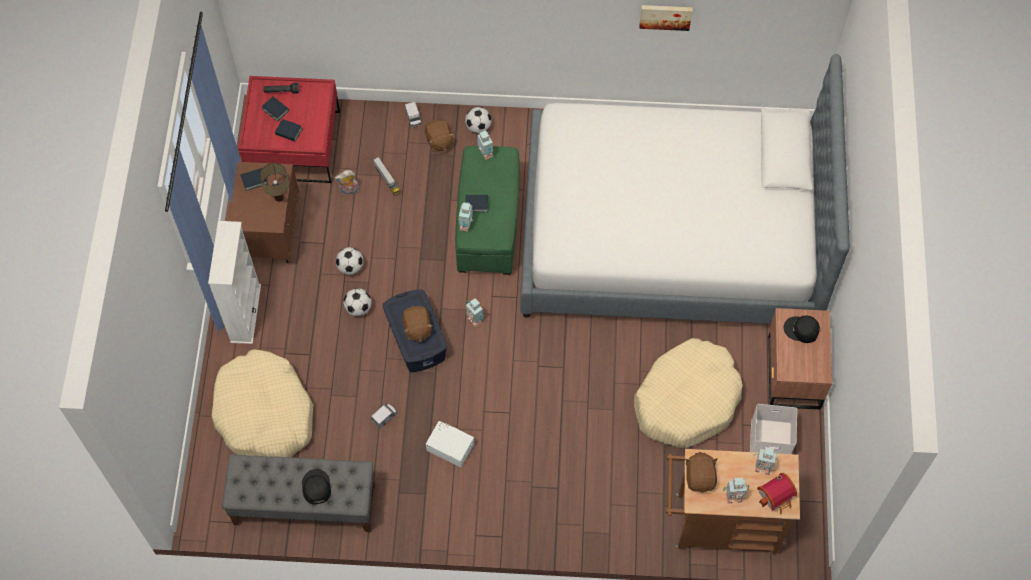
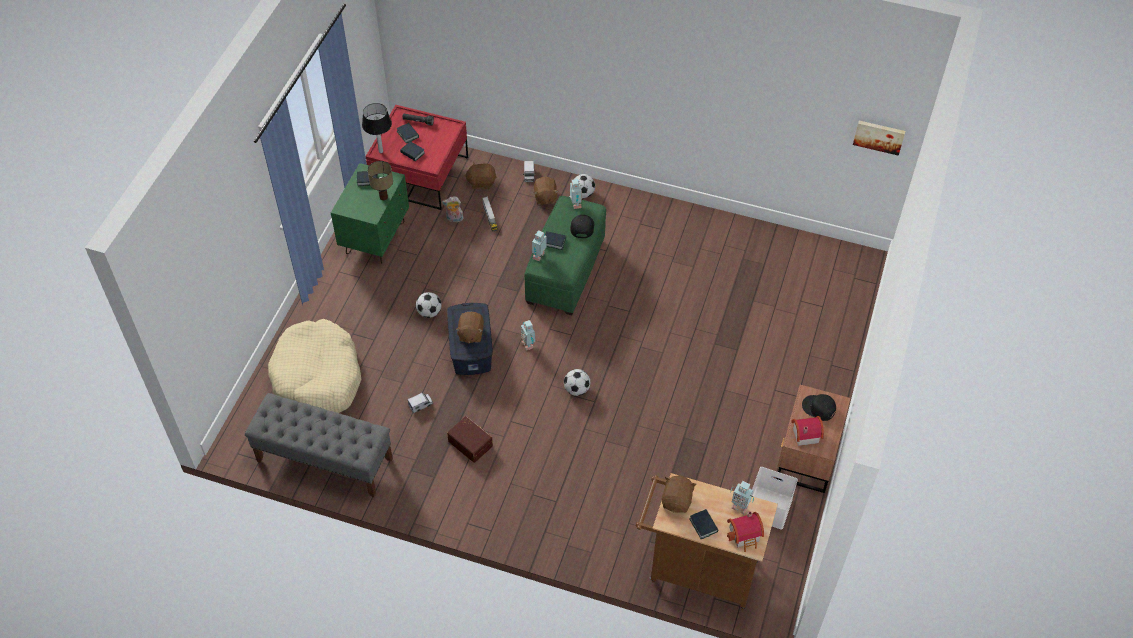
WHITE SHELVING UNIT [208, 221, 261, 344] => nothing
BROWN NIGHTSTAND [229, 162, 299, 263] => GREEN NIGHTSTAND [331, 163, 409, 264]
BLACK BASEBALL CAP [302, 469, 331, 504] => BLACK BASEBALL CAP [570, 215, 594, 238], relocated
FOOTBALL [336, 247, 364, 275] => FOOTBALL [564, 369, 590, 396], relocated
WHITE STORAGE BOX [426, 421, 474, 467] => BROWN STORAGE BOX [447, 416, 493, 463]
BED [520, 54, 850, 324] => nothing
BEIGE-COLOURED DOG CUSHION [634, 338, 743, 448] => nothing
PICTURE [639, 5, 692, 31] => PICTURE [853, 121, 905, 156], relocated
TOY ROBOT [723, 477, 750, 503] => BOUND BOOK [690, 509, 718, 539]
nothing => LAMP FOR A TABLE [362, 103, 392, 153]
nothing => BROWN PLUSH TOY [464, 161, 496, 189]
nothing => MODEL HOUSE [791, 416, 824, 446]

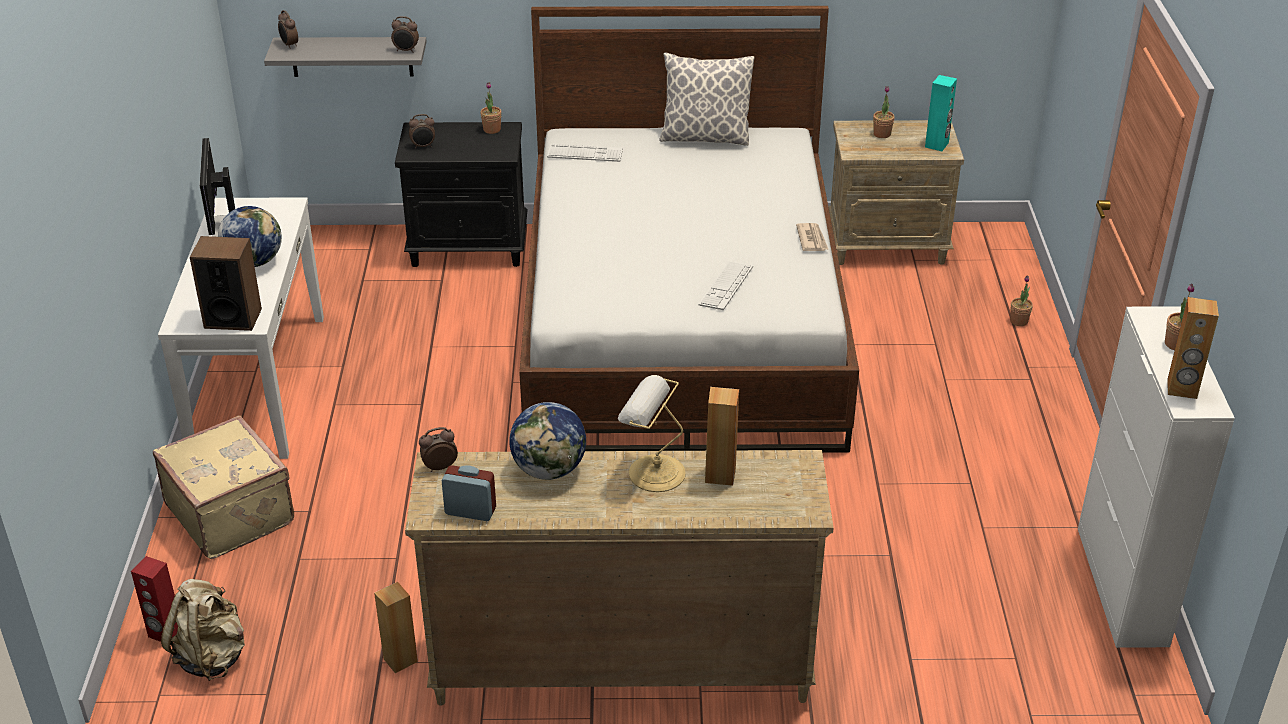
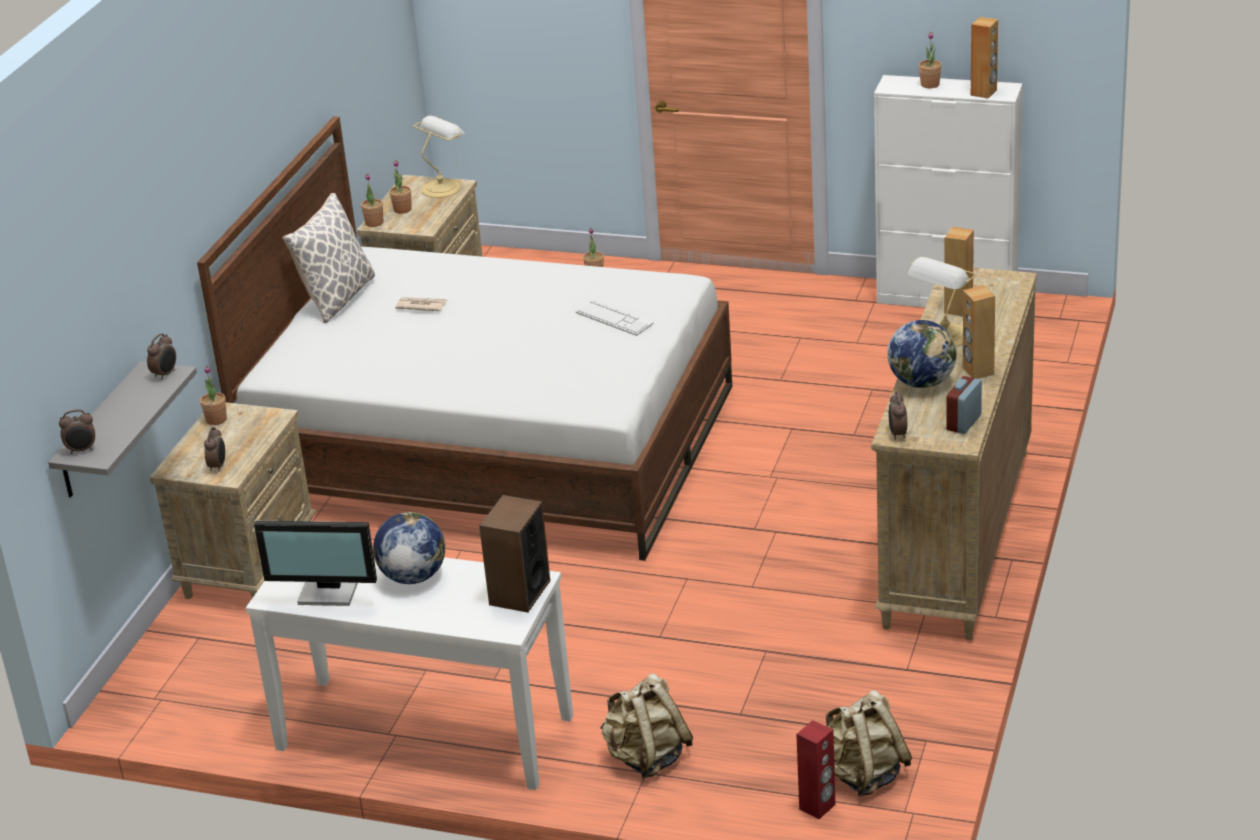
BEIGE-COLOURED SUITCASE [153, 415, 294, 559] => BEIGE-COLOURED RUCKSACK [600, 673, 693, 779]
BROWN AUDIO SPEAKER [374, 582, 418, 673] => BROWN AUDIO SPEAKER [963, 285, 995, 379], relocated
BLACK NIGHTSTAND [395, 122, 528, 267] => BEIGE-COLOURED NIGHTSTAND [150, 402, 317, 599]
KEYBOARD [547, 144, 623, 162] => nothing
DAILY PAPER [796, 223, 829, 251] => DAILY PAPER [395, 297, 447, 311], relocated
TURQUOISE AUDIO SPEAKER [925, 75, 957, 151] => LAMP FOR A TABLE [413, 116, 465, 198]
nothing => PLANT IN A POT [361, 174, 383, 227]

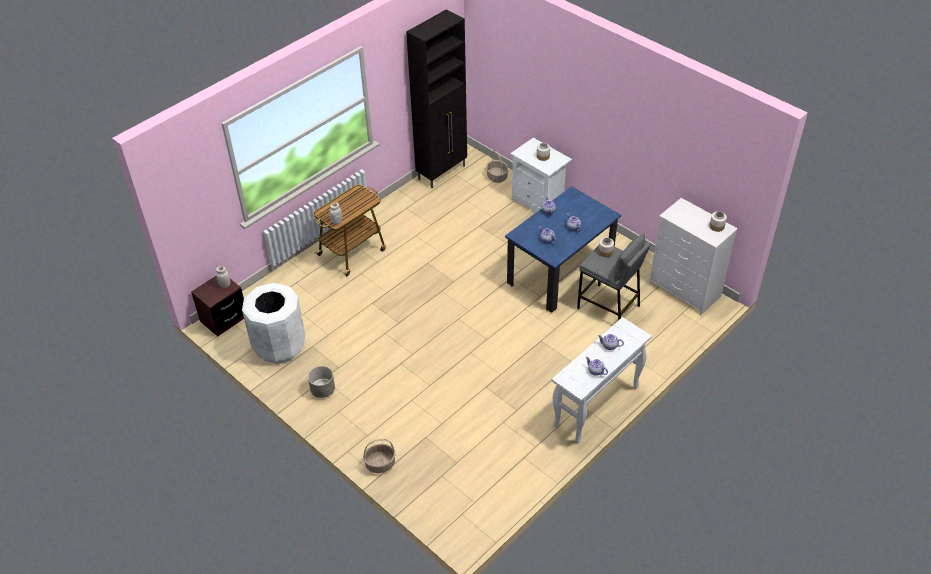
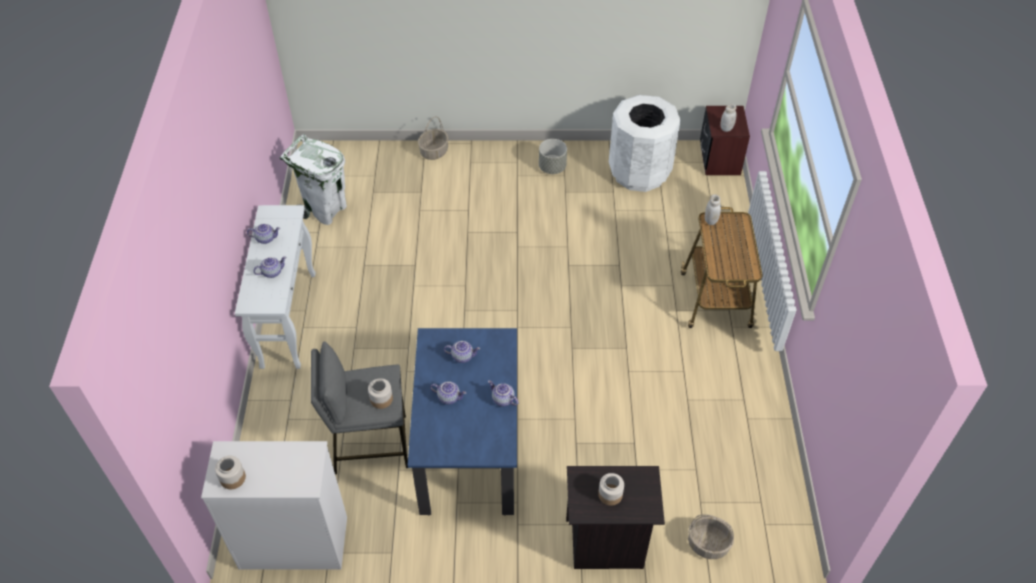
BLACK CUPBOARD [406, 9, 467, 188] => nothing
WHITE NIGHTSTAND [510, 138, 572, 212] => BLACK NIGHTSTAND [566, 466, 665, 569]
nothing => WHITE TRASH CAN [280, 134, 347, 225]

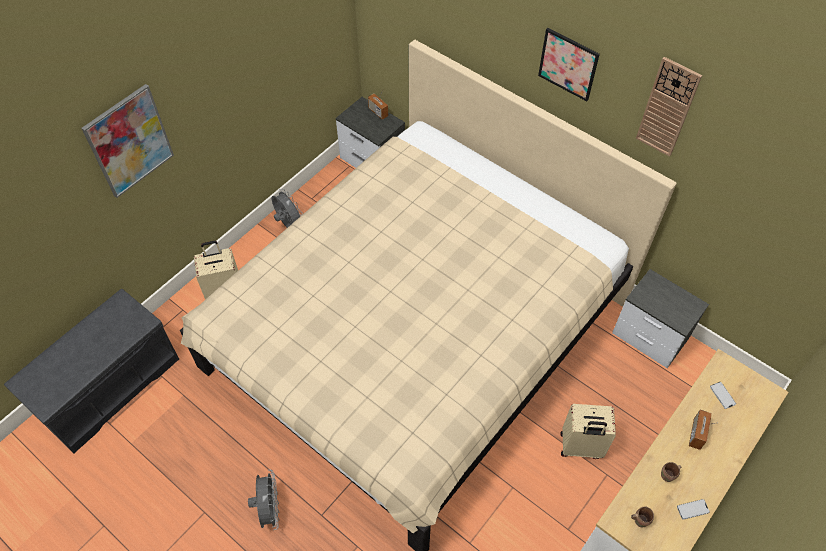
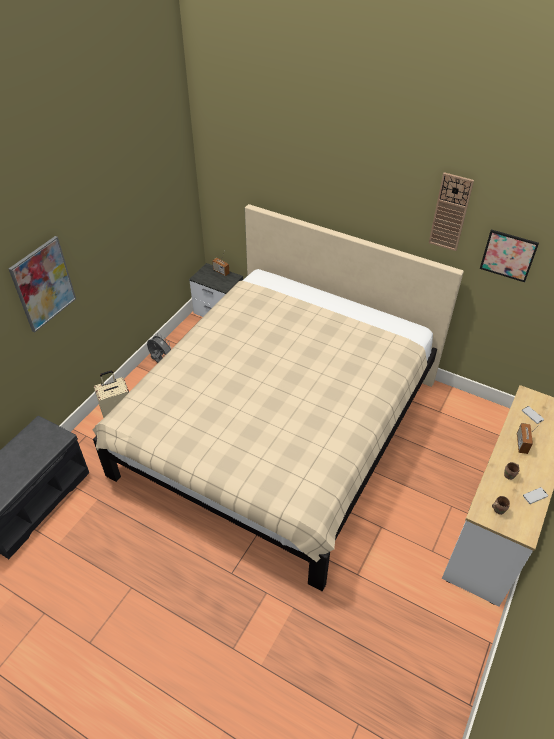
GREYISH COOLING FAN [248, 470, 279, 530] => nothing
PICTURE [538, 28, 600, 101] => PICTURE [480, 229, 539, 282], relocated
BEIGE-COLOURED SUITCASE [561, 404, 616, 459] => nothing
NIGHTSTAND [612, 269, 709, 368] => nothing

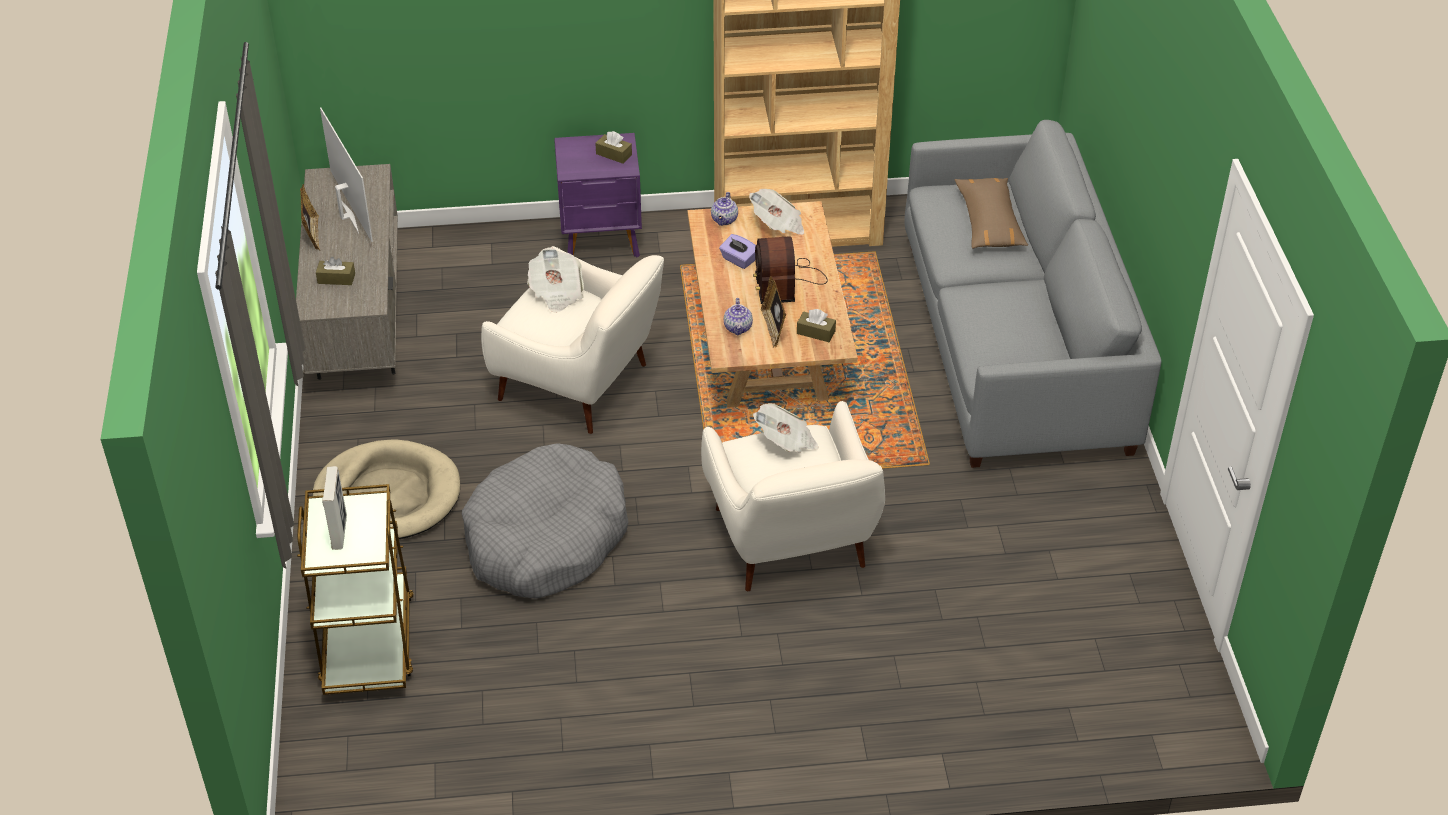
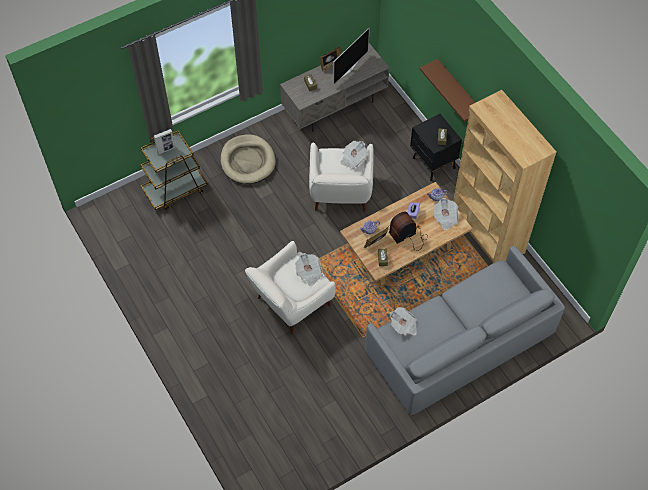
GREYISH DOG CUSHION [462, 443, 628, 599] => nothing
PURPLISH NIGHTSTAND [554, 133, 642, 257] => BLACK NIGHTSTAND [410, 114, 462, 181]
BROWN PILLOW [954, 178, 1028, 249] => nothing
nothing => DAILY PAPER [390, 307, 417, 336]
nothing => BROWN WALL SHELF [420, 59, 475, 122]

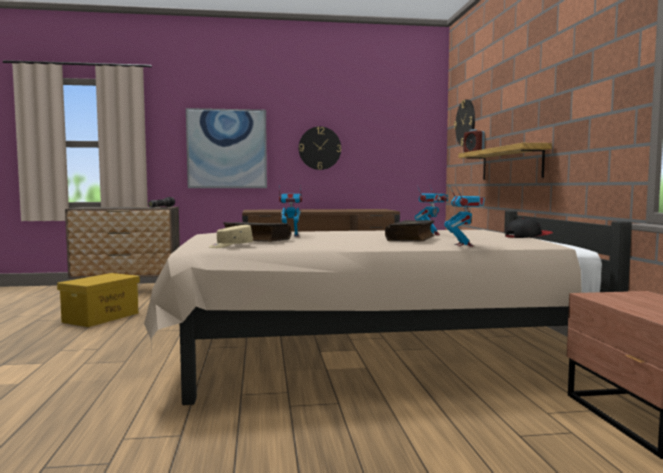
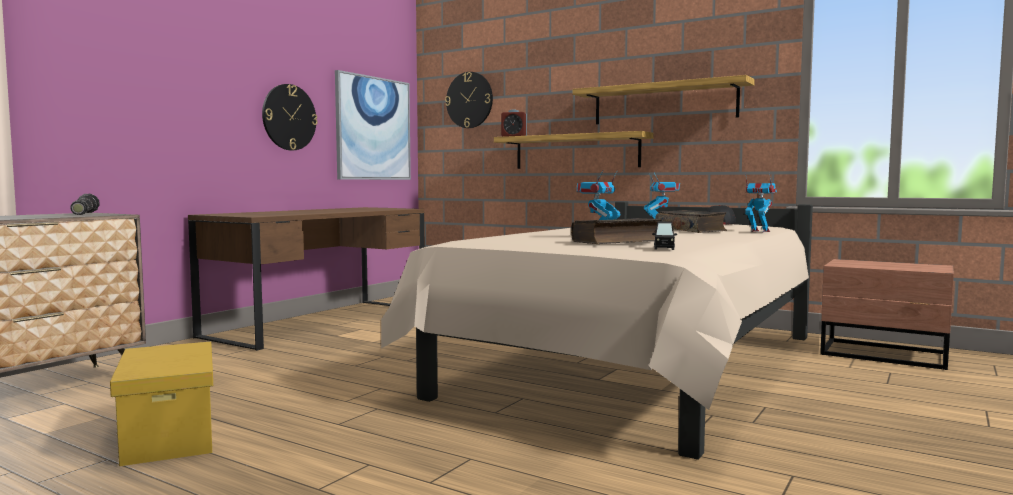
PICTURE [186, 108, 267, 188] => PICTURE [335, 70, 411, 180], relocated
BEIGE-COLOURED BASEBALL CAP [209, 225, 253, 248] => BLACK MODEL CAR [652, 221, 677, 250]
nothing => WALL SHELF [573, 75, 755, 124]

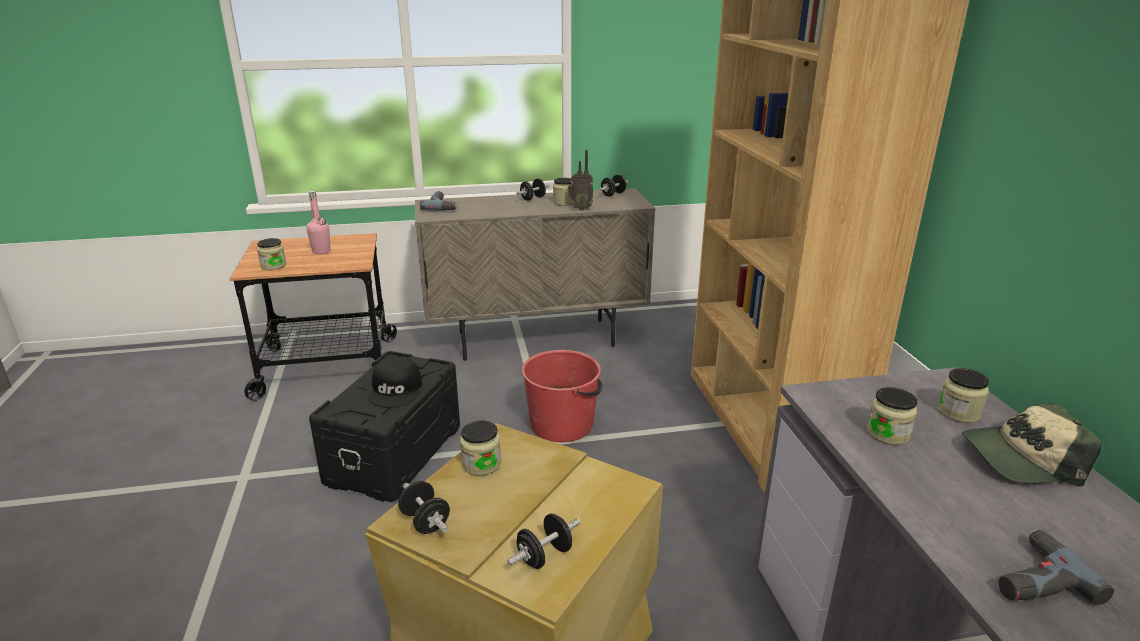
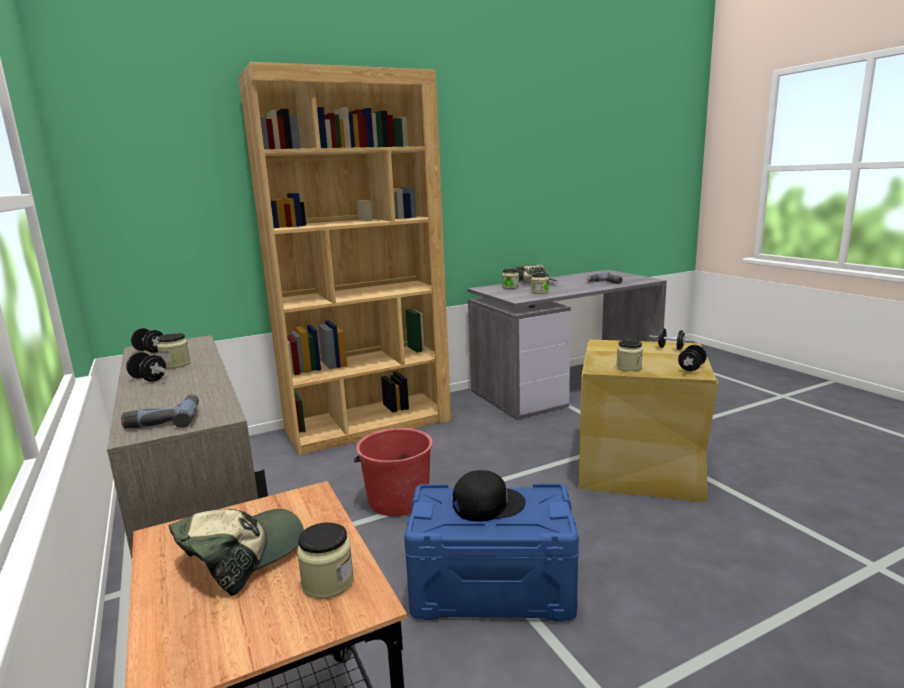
PINK-COLOURED BOTTLE [307, 191, 331, 254] => BASEBALL CAP [168, 509, 304, 596]
BLACK STORAGE BOX [309, 351, 460, 502] => BLUISH STORAGE BOX [404, 484, 579, 622]
RADIO SET [568, 150, 593, 211] => nothing

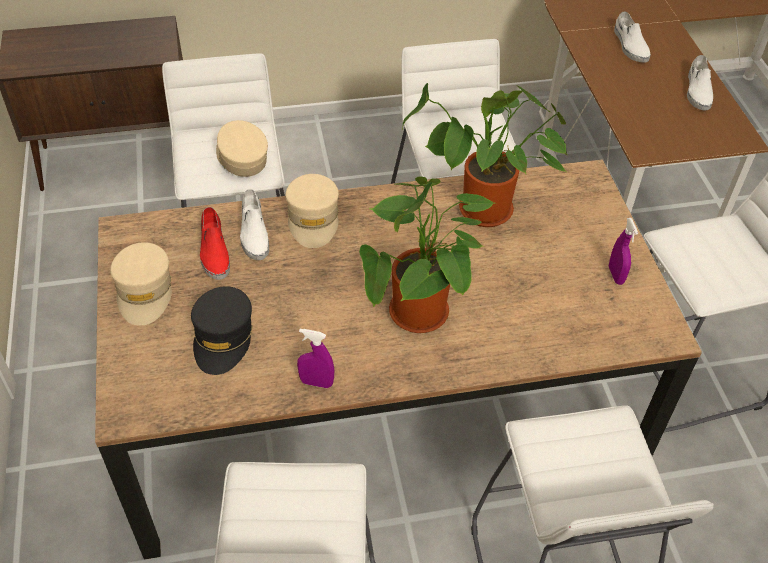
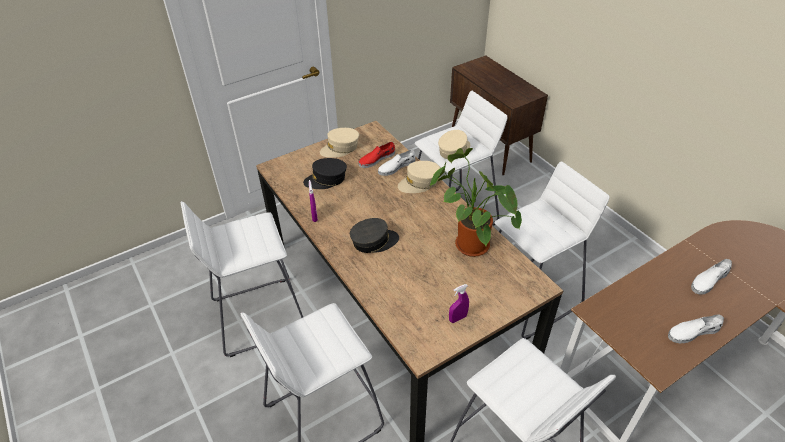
PLANT IN A POT [359, 177, 495, 333] => GREYISH BASEBALL CAP [350, 218, 399, 253]

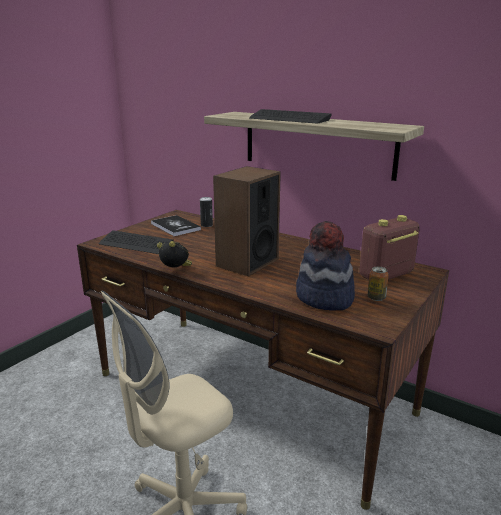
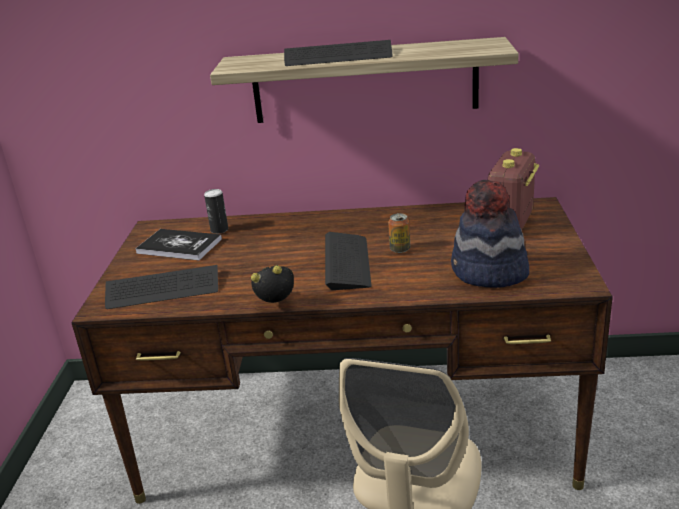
AUDIO SPEAKER [213, 166, 281, 276] => KEYBOARD [325, 232, 372, 290]
CAN [368, 267, 389, 301] => CAN [388, 213, 410, 253], relocated

